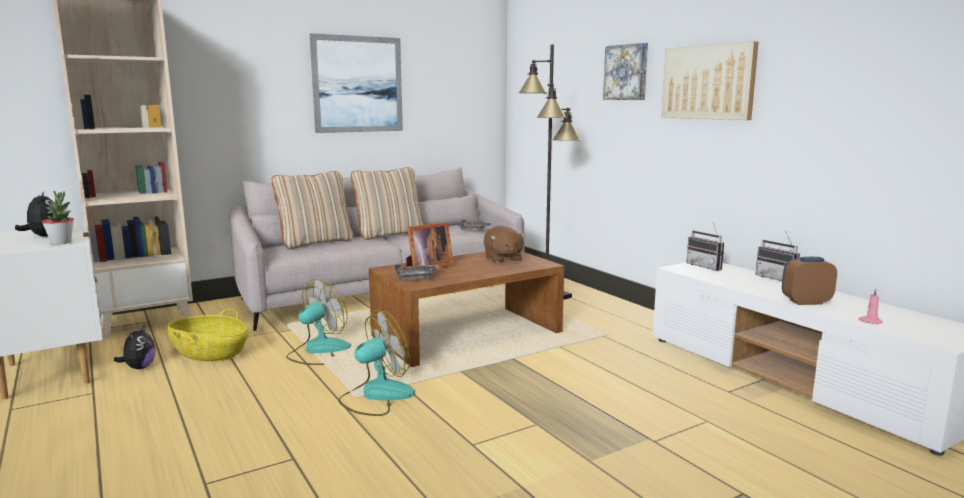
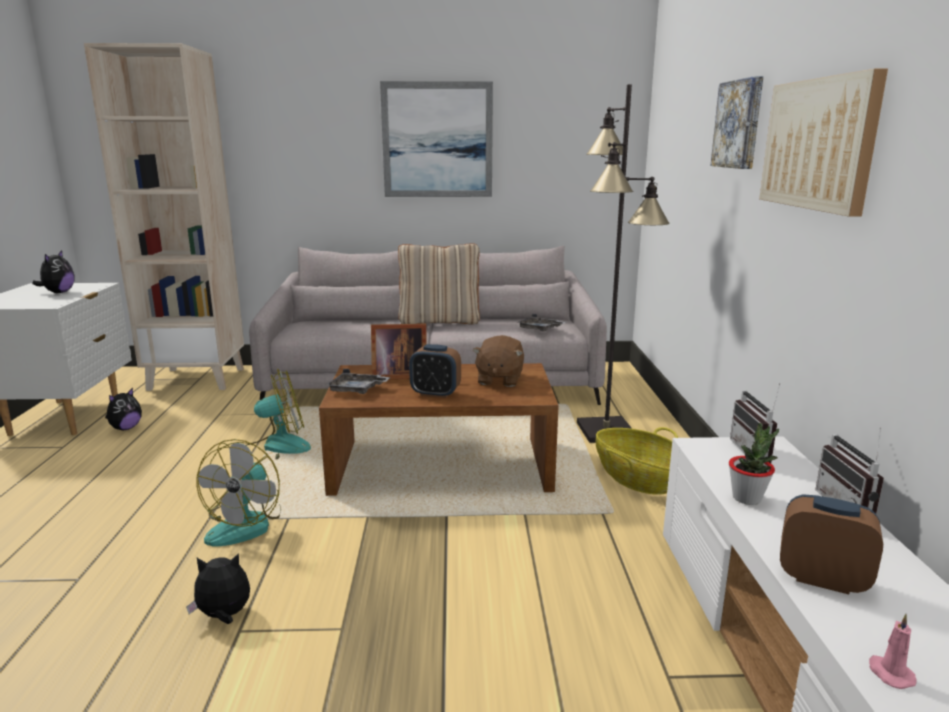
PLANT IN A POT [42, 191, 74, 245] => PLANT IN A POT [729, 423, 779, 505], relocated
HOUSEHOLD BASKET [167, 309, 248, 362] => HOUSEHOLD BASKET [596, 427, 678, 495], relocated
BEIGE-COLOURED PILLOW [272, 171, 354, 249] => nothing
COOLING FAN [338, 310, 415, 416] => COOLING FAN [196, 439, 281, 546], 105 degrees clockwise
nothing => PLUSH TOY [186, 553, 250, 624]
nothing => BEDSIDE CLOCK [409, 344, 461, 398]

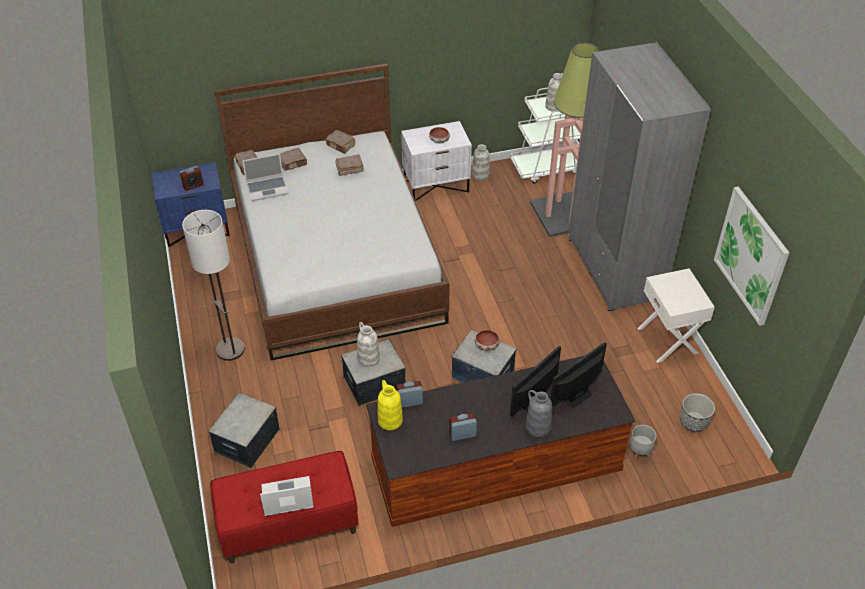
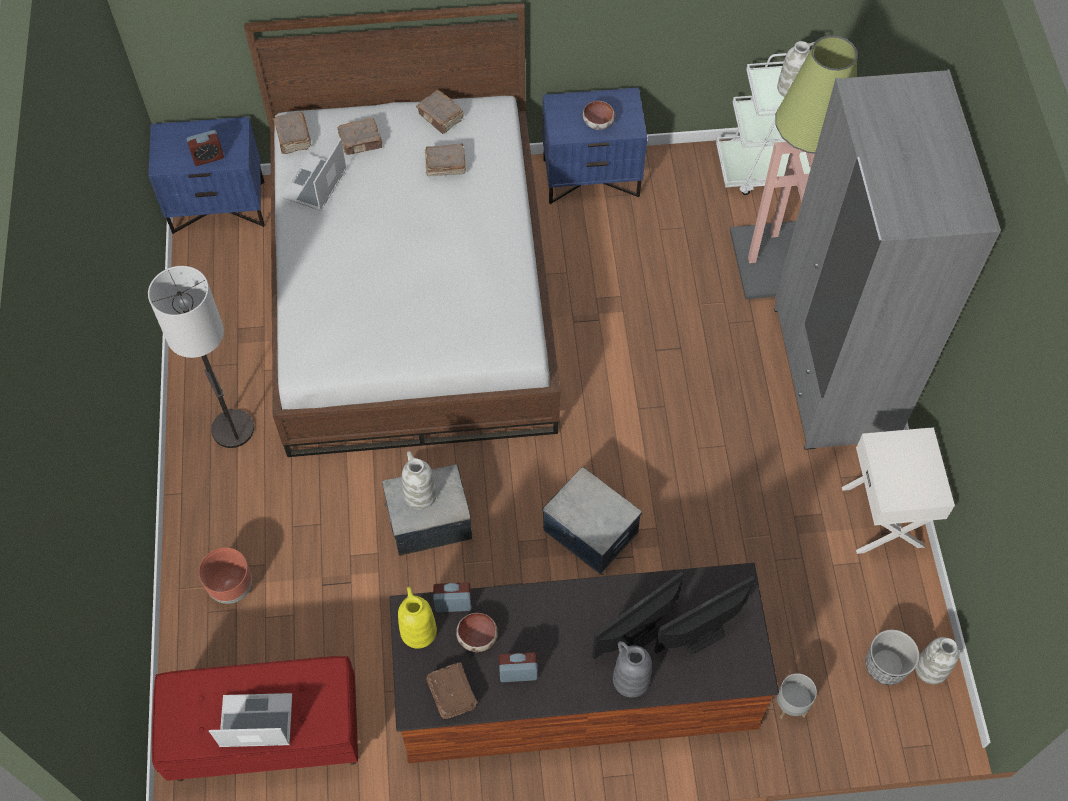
STORAGE BOX [209, 393, 280, 468] => BROWN PLANT POT [199, 547, 252, 604]
PORTABLE COMPUTER [242, 153, 289, 201] => PORTABLE COMPUTER [281, 139, 347, 211], 120 degrees clockwise
WHITE NIGHTSTAND [401, 121, 472, 201] => BLUISH NIGHTSTAND [542, 88, 647, 204]
WHITE FLOWER VASE [472, 144, 490, 180] => WHITE FLOWER VASE [915, 637, 960, 684], relocated
BOWL [475, 330, 500, 351] => BOWL [456, 613, 498, 652], relocated
PICTURE [714, 187, 790, 326] => nothing
nothing => BROWN BOUND BOOK [426, 662, 478, 719]

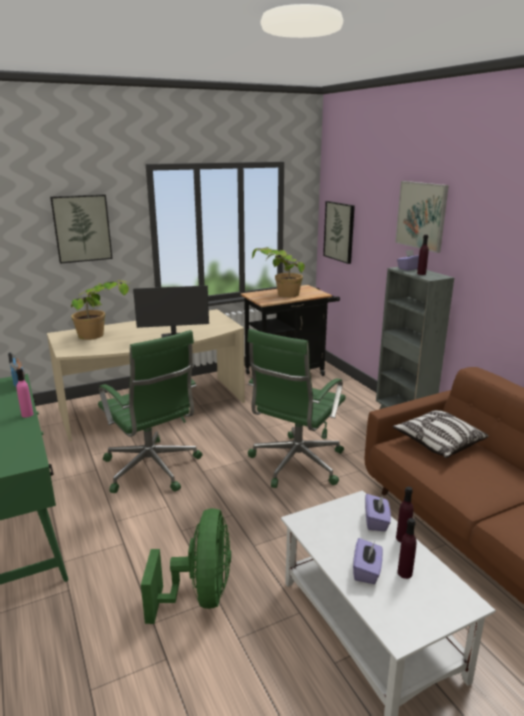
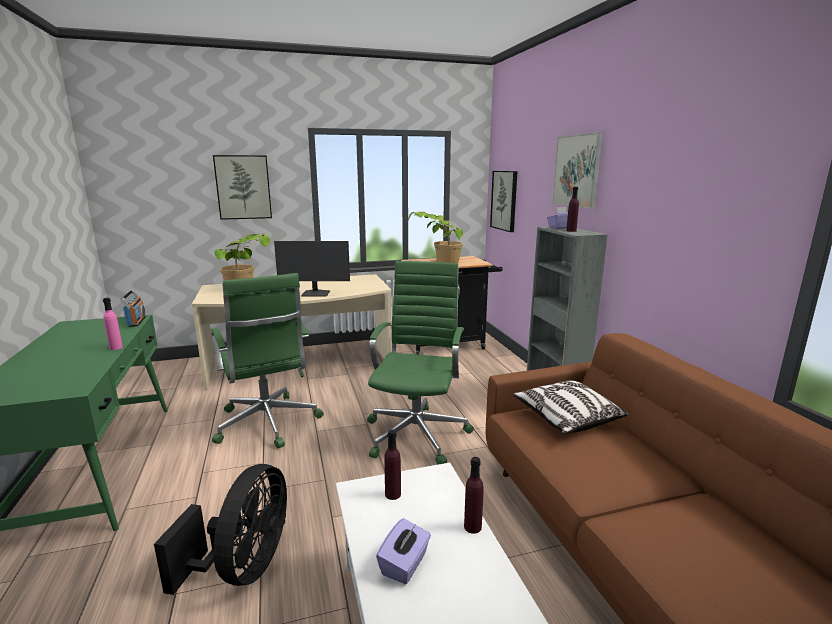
GREEN COOLING FAN [141, 508, 231, 624] => BLACK COOLING FAN [154, 464, 287, 595]
GREEN OFFICE CHAIR [247, 329, 346, 488] => GREEN OFFICE CHAIR [367, 261, 474, 464], 150 degrees clockwise
PURPLISH BOX OF TISSUES [365, 494, 391, 531] => nothing
PURPLISH BOTTLE [397, 518, 417, 579] => PURPLISH BOTTLE [384, 430, 401, 500], relocated

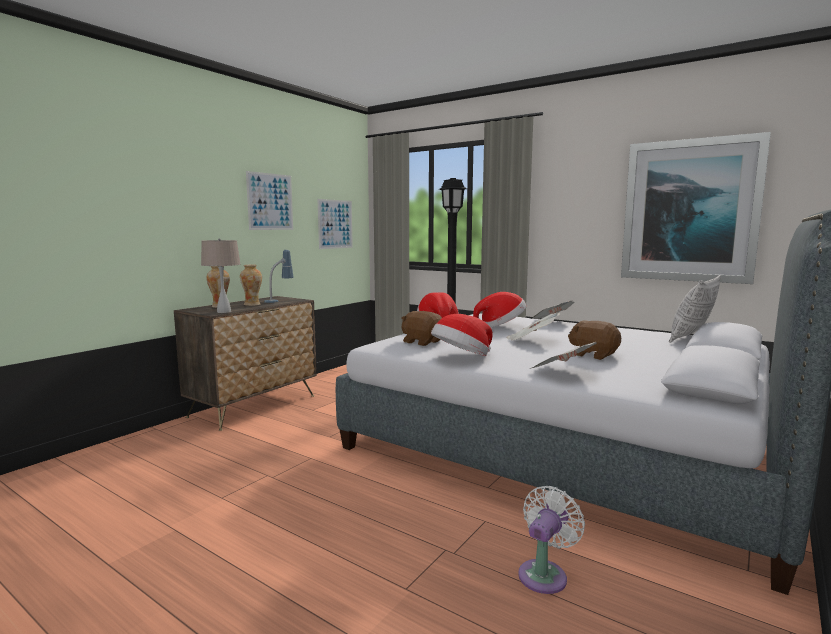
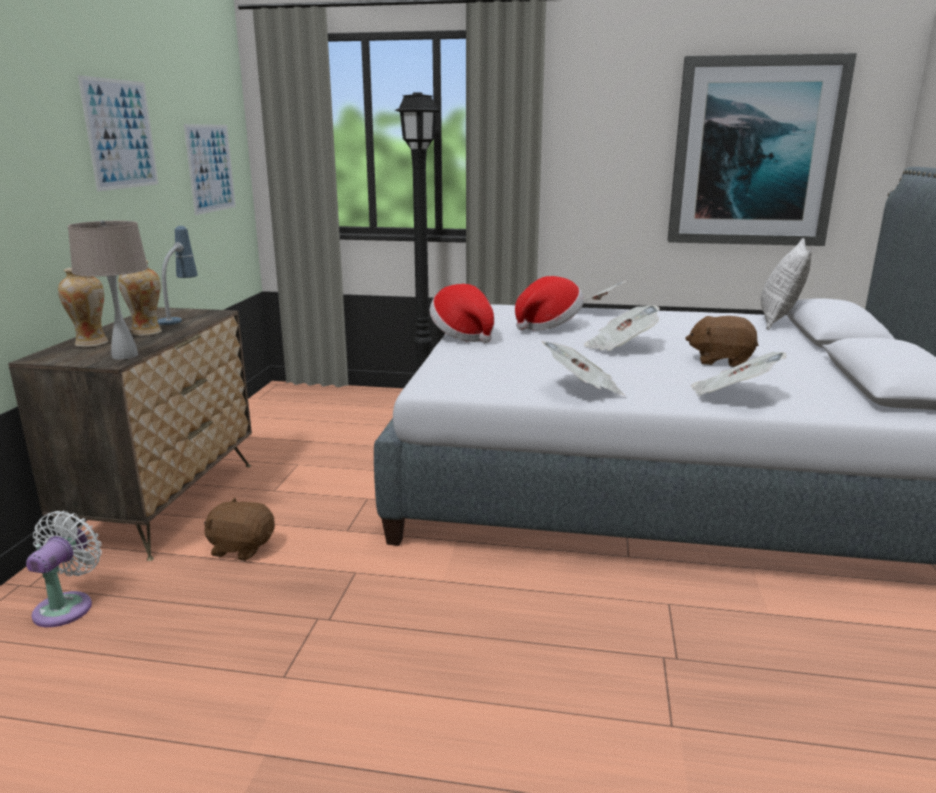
BROWN PLUSH TOY [401, 311, 442, 346] => BROWN PLUSH TOY [204, 497, 275, 561], relocated
CLOTHING HAT [431, 314, 493, 356] => DAILY PAPER [542, 341, 625, 395]
WHITE COOLING FAN [518, 486, 585, 594] => WHITE COOLING FAN [26, 511, 102, 627], relocated

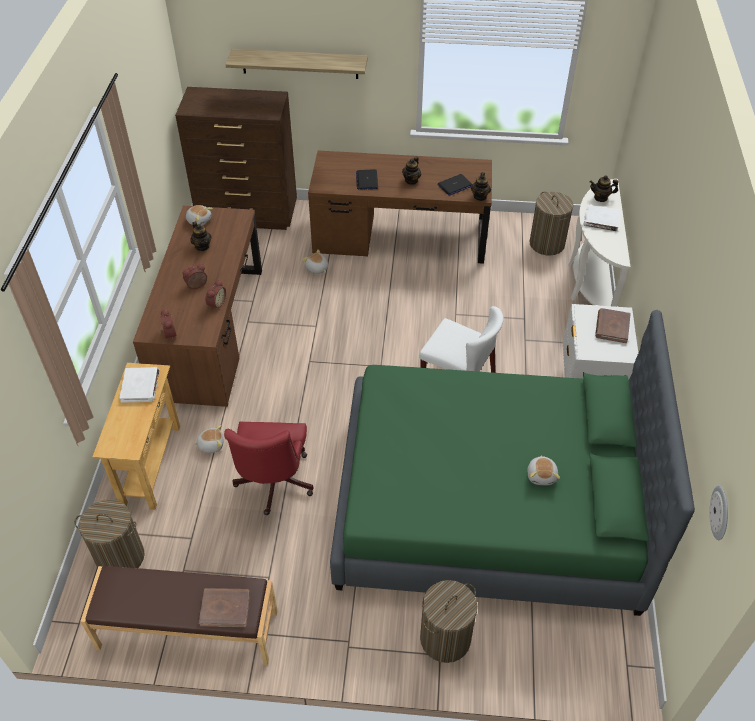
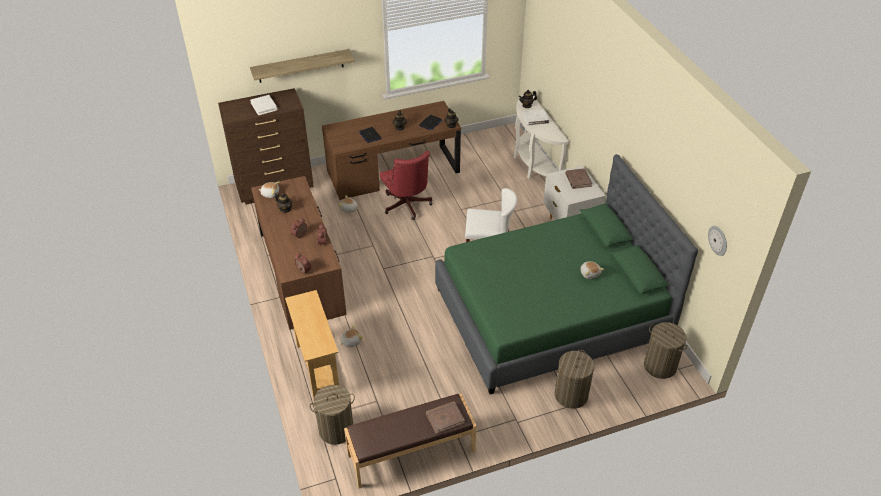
WHITE BOUND BOOK [119, 367, 159, 403] => WHITE BOUND BOOK [250, 95, 278, 115], relocated
RED OFFICE CHAIR [224, 421, 313, 515] => RED OFFICE CHAIR [380, 151, 432, 220], relocated
LAUNDRY BASKET [530, 191, 574, 256] => LAUNDRY BASKET [644, 322, 687, 379], relocated

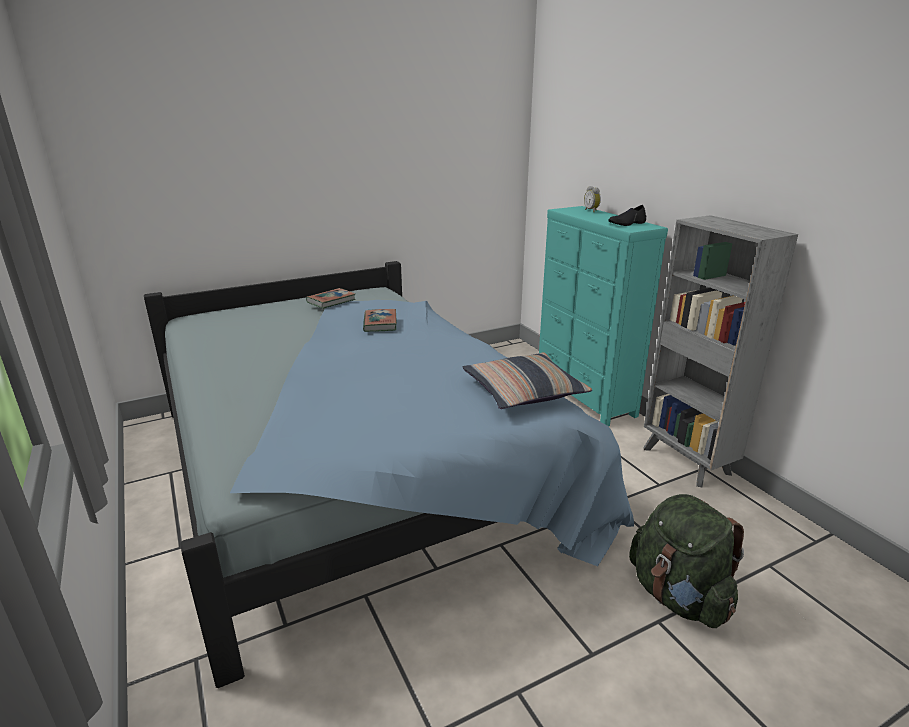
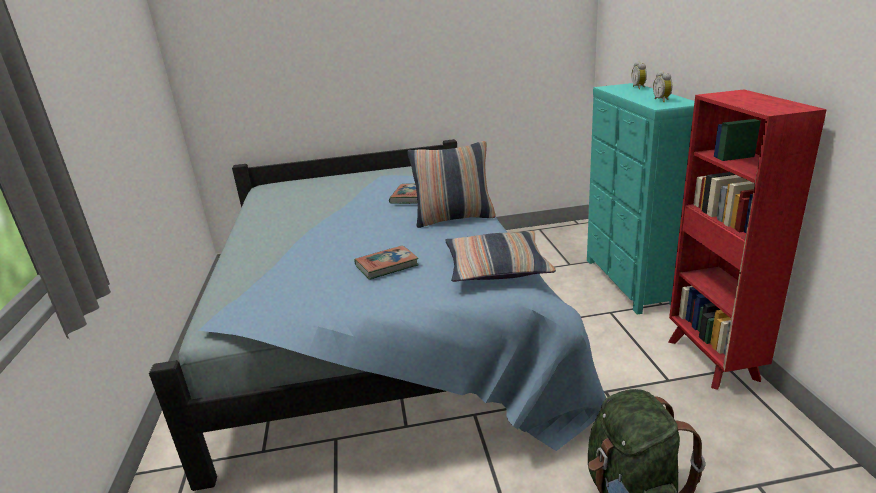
BOUND BOOK [306, 288, 356, 309] => BOUND BOOK [355, 245, 419, 280], relocated
BLACK ITEM OF FOOTWEAR [608, 205, 646, 226] => BEDSIDE CLOCK [653, 71, 672, 102]
GREYISH SHELVING UNIT [643, 215, 798, 487] => RED SHELVING UNIT [668, 89, 827, 390]
nothing => PILLOW [407, 141, 496, 228]

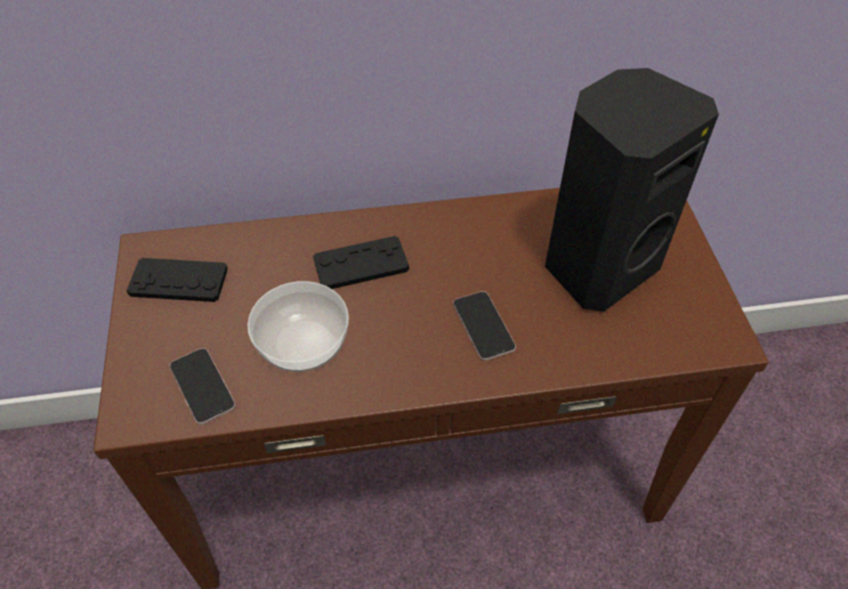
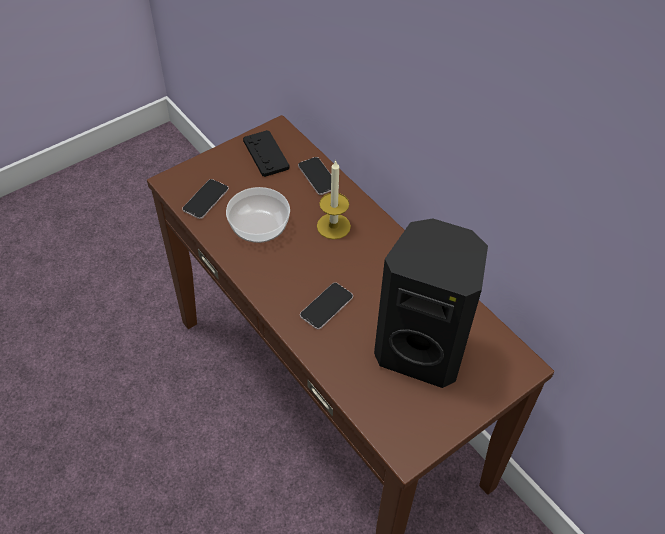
BLACK GAME CONTROLLER [313, 236, 409, 289] => CANDLE [317, 160, 351, 239]
nothing => PHONE [298, 157, 331, 195]

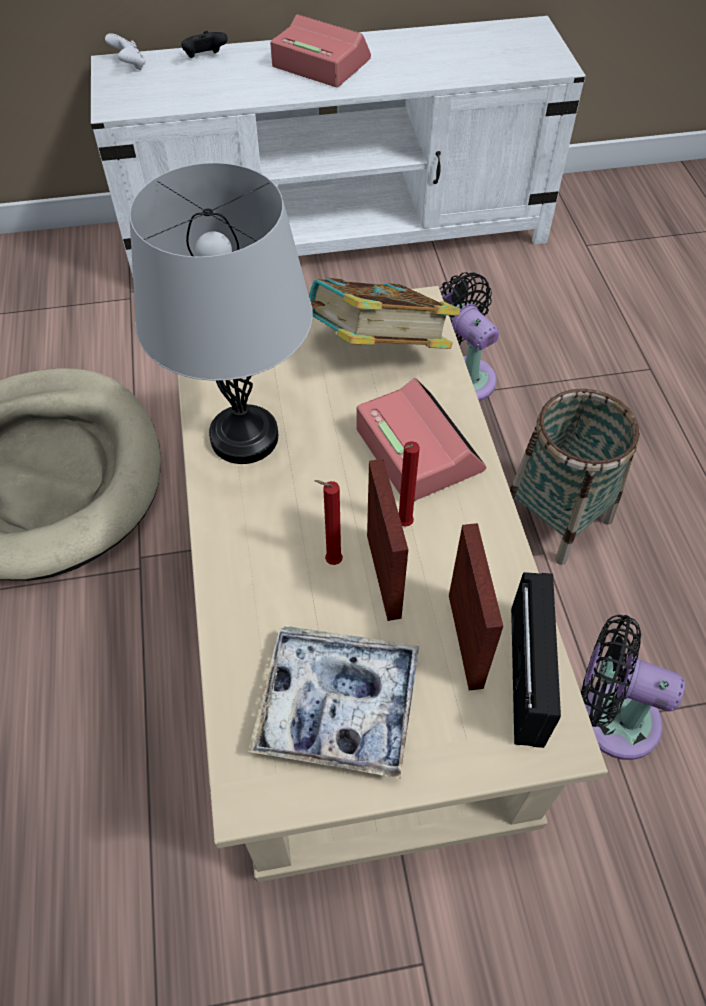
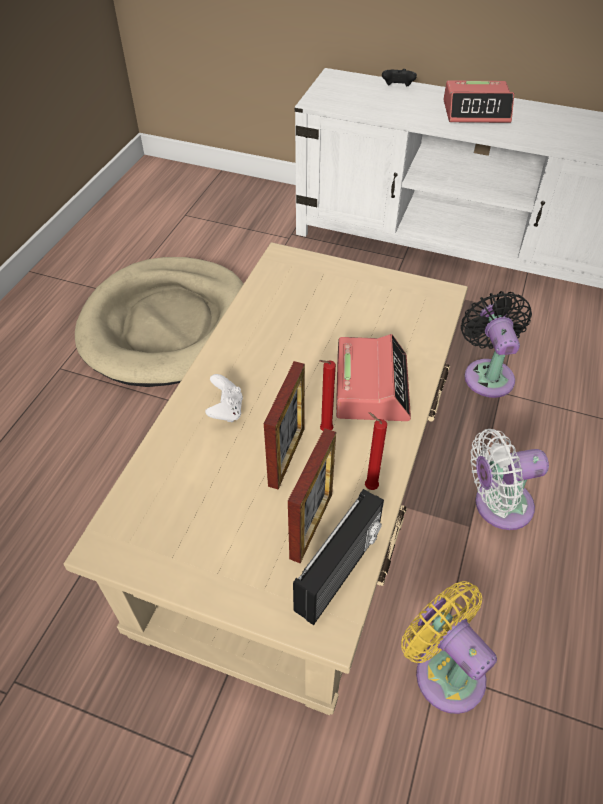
WHITE GAME CONTROLLER [105, 33, 146, 70] => WHITE GAME CONTROLLER [205, 374, 243, 423], relocated
GREYISH LAMP FOR A TABLE [129, 163, 313, 464] => nothing
CARRYING TRAY [248, 626, 419, 779] => nothing
BEDSIDE CLOCK [270, 14, 371, 87] => BEDSIDE CLOCK [443, 80, 514, 123], 120 degrees clockwise
BOUND BOOK [309, 278, 460, 349] => nothing
RED CANDLE [315, 480, 343, 565] => RED CANDLE [365, 412, 387, 490], relocated
HOUSEHOLD BASKET [510, 389, 640, 565] => WHITE COOLING FAN [470, 429, 549, 530]
BLACK COOLING FAN [581, 615, 685, 760] => YELLOW-COLOURED COOLING FAN [401, 581, 497, 714]

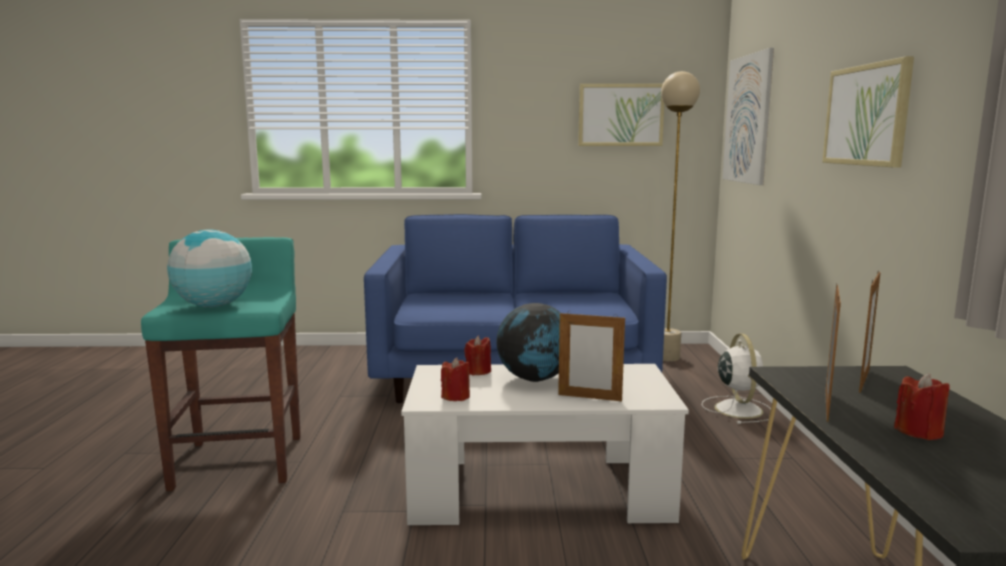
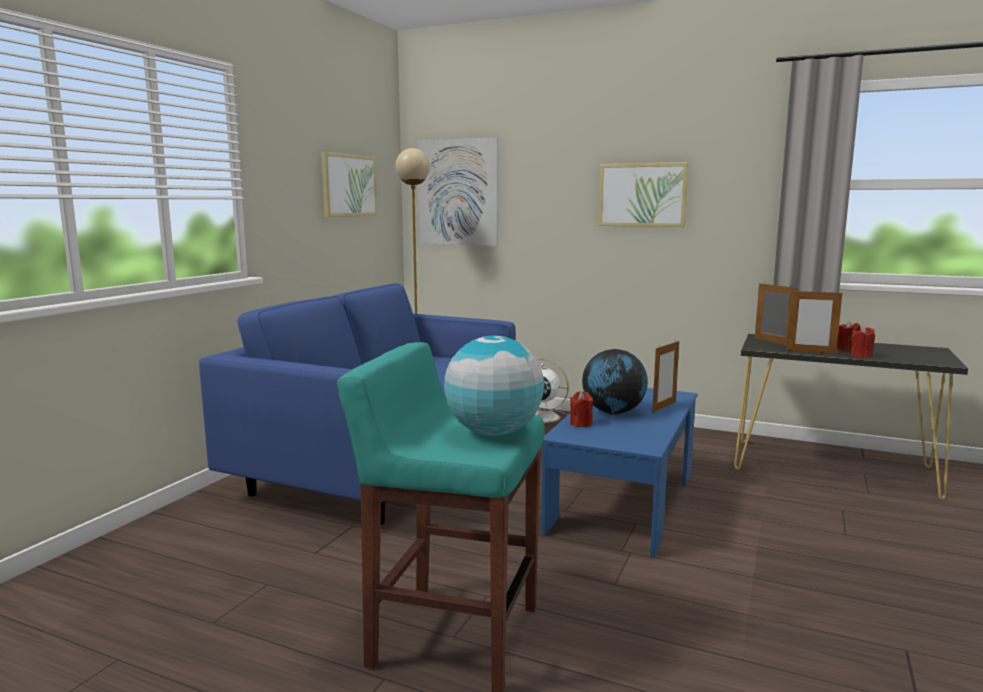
WHITE LOW TABLE [401, 364, 689, 525] => BLUISH LOW TABLE [541, 388, 697, 558]
RED CANDLE [441, 358, 470, 401] => RED CANDLE [850, 326, 875, 358], relocated
PICTURE FRAME [825, 284, 841, 422] => PICTURE FRAME [786, 290, 842, 354], 150 degrees clockwise

